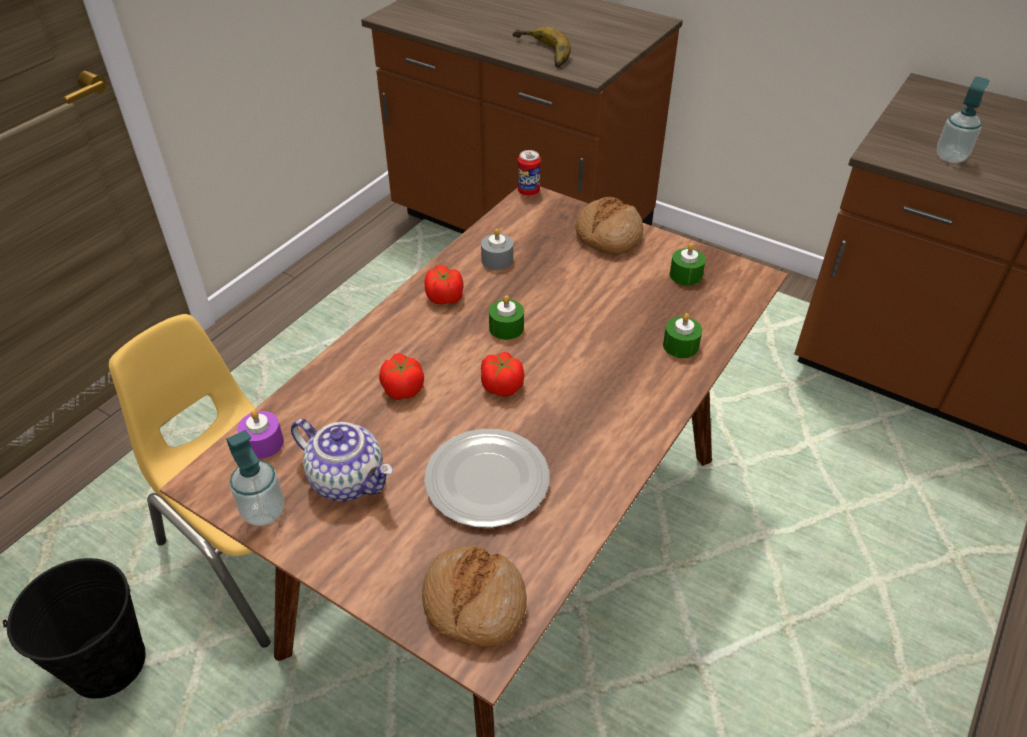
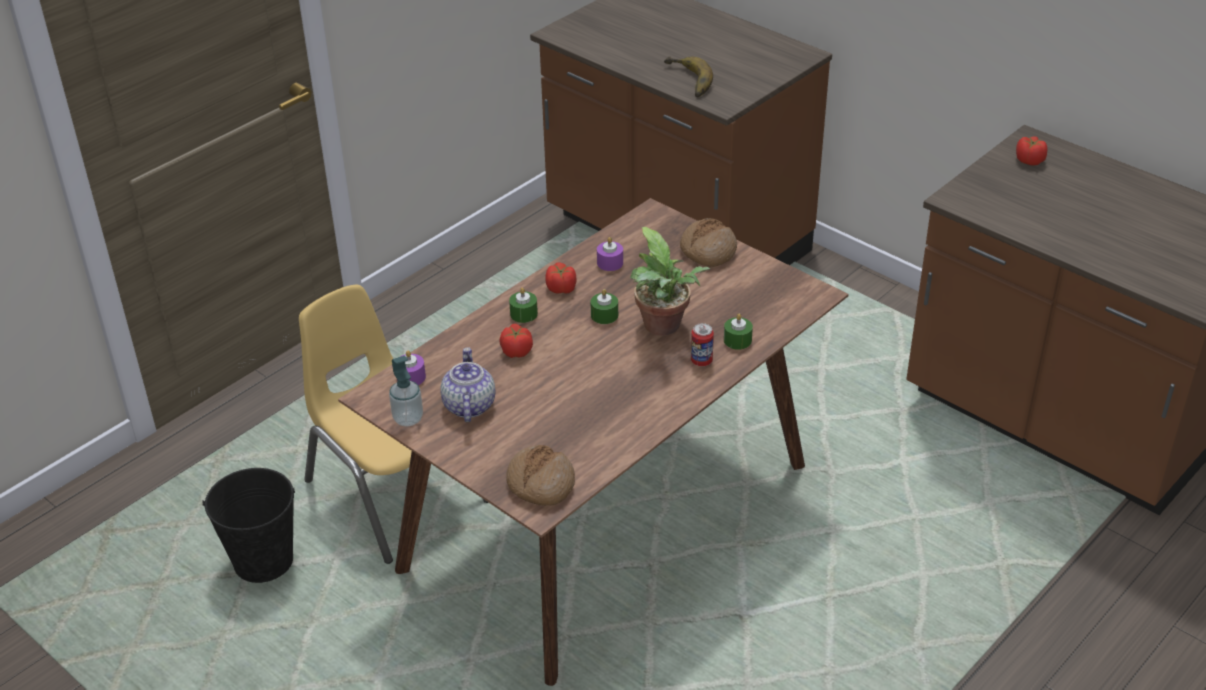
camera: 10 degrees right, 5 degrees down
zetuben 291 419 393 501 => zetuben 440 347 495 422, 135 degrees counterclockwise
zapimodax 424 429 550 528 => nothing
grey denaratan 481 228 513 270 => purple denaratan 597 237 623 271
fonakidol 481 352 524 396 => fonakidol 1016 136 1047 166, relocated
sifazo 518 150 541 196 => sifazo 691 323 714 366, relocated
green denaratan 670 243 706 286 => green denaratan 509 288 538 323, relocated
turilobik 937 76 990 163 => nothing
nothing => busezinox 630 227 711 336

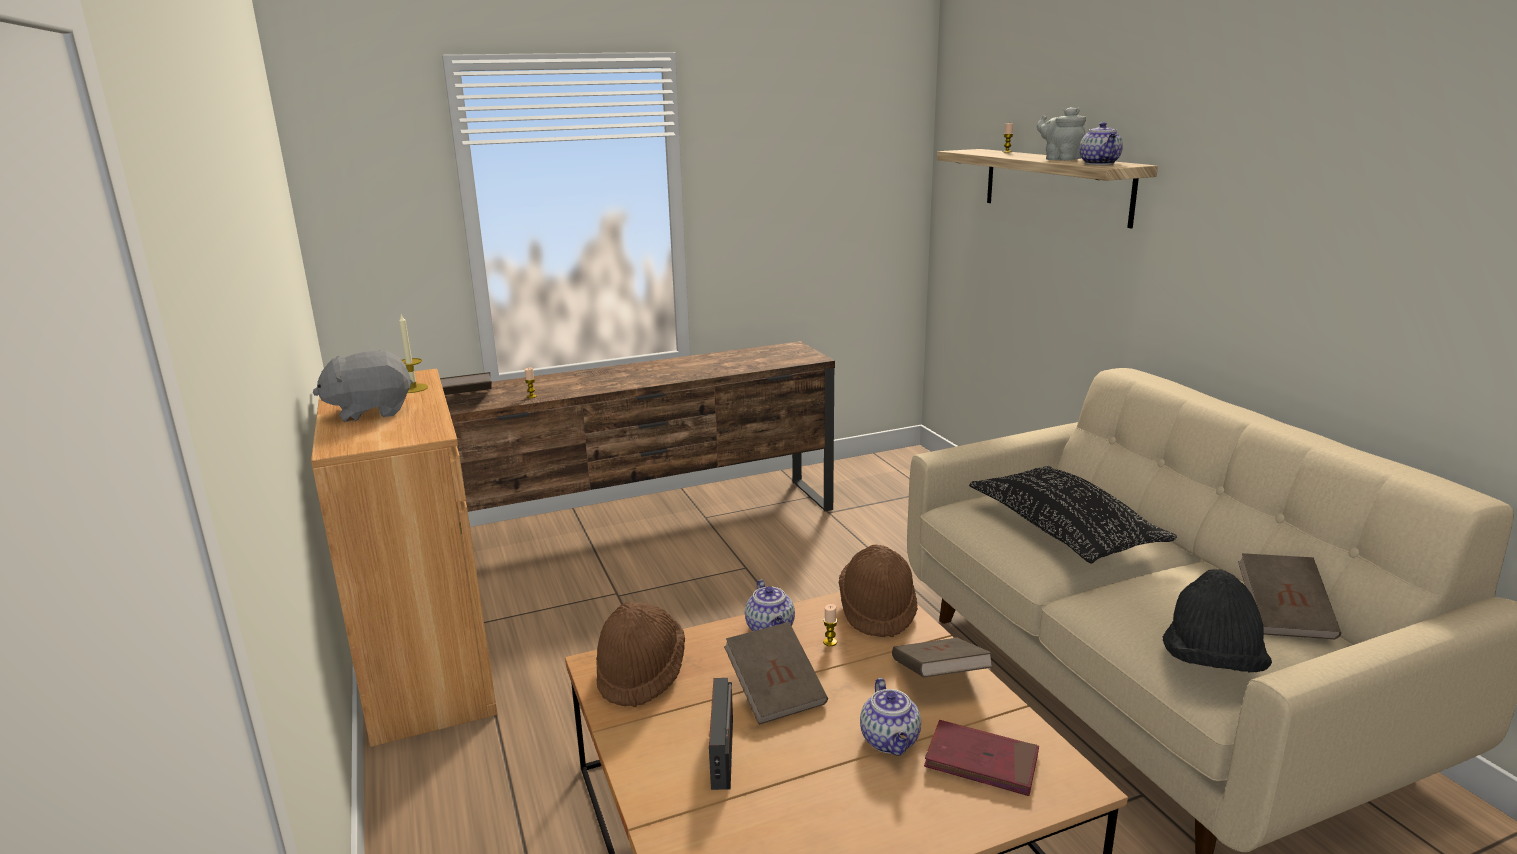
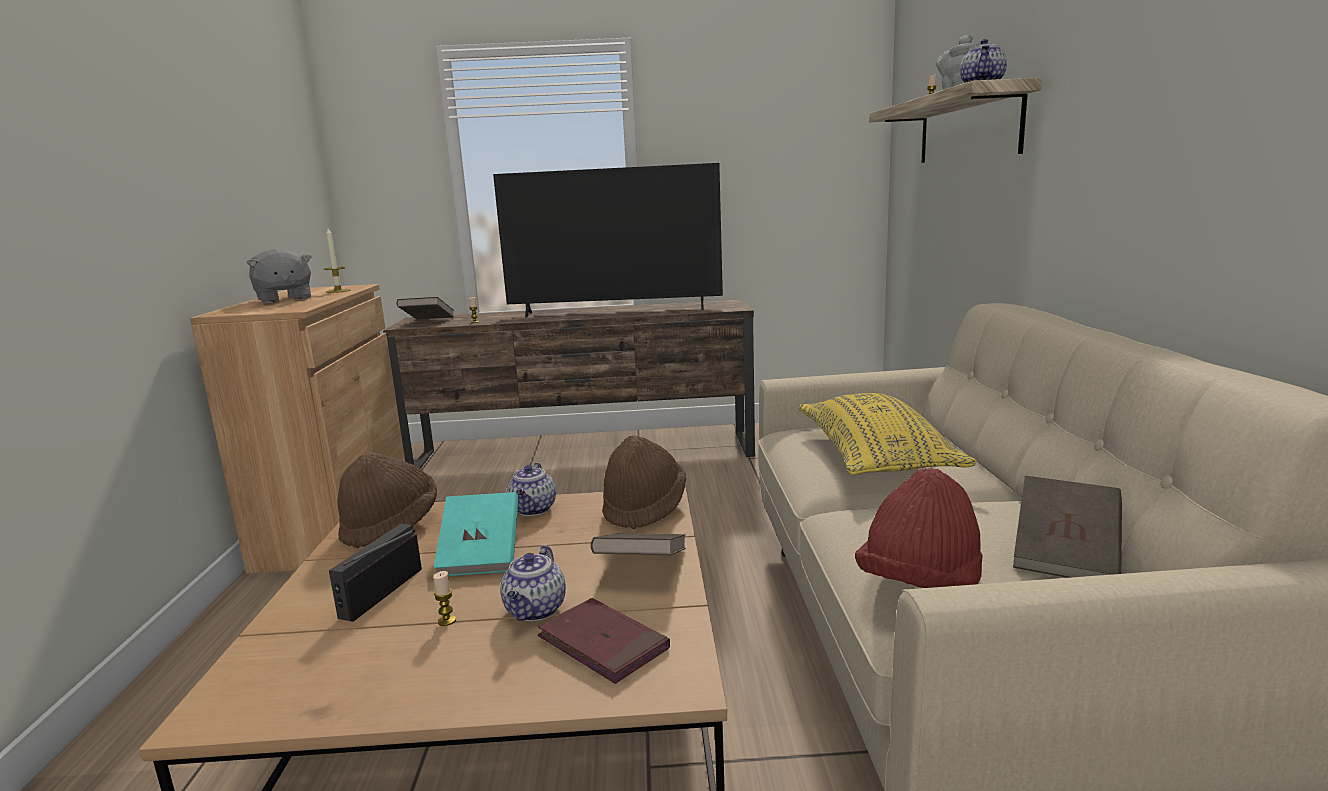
camera: 20 degrees right, 5 degrees down
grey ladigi 313 351 413 422 => grey ladigi 247 249 312 304, 120 degrees counterclockwise
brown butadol 724 622 828 725 => turquoise butadol 433 492 519 576
denaratan 823 604 838 646 => denaratan 433 571 456 626, relocated
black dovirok 969 466 1177 563 => yellow dovirok 798 393 977 476
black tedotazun 1163 569 1272 672 => red tedotazun 855 468 983 588
nothing => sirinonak 493 163 723 317

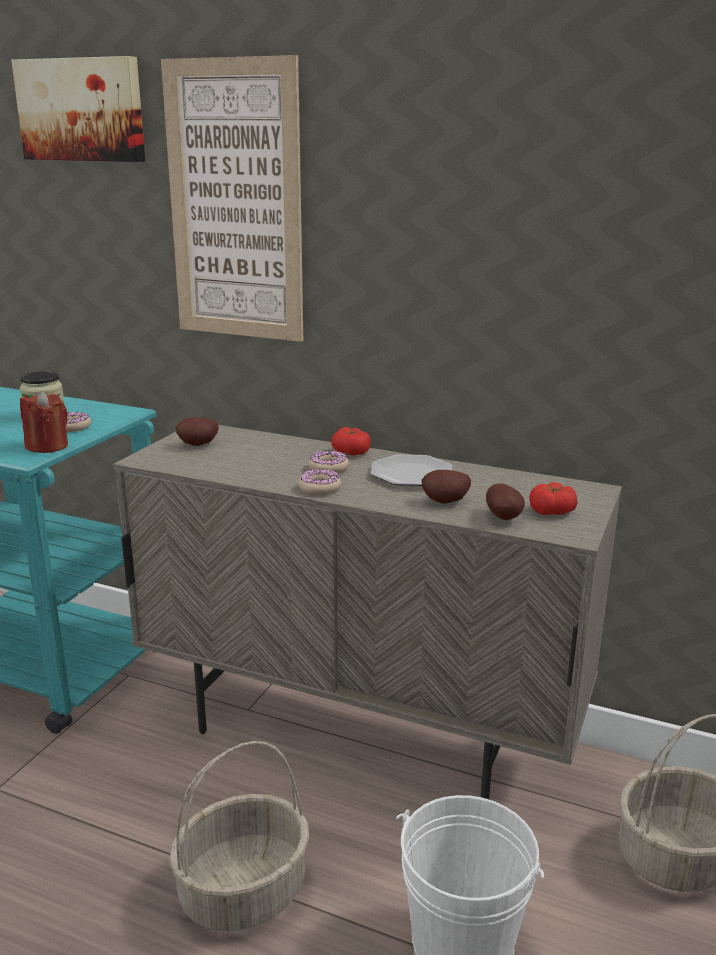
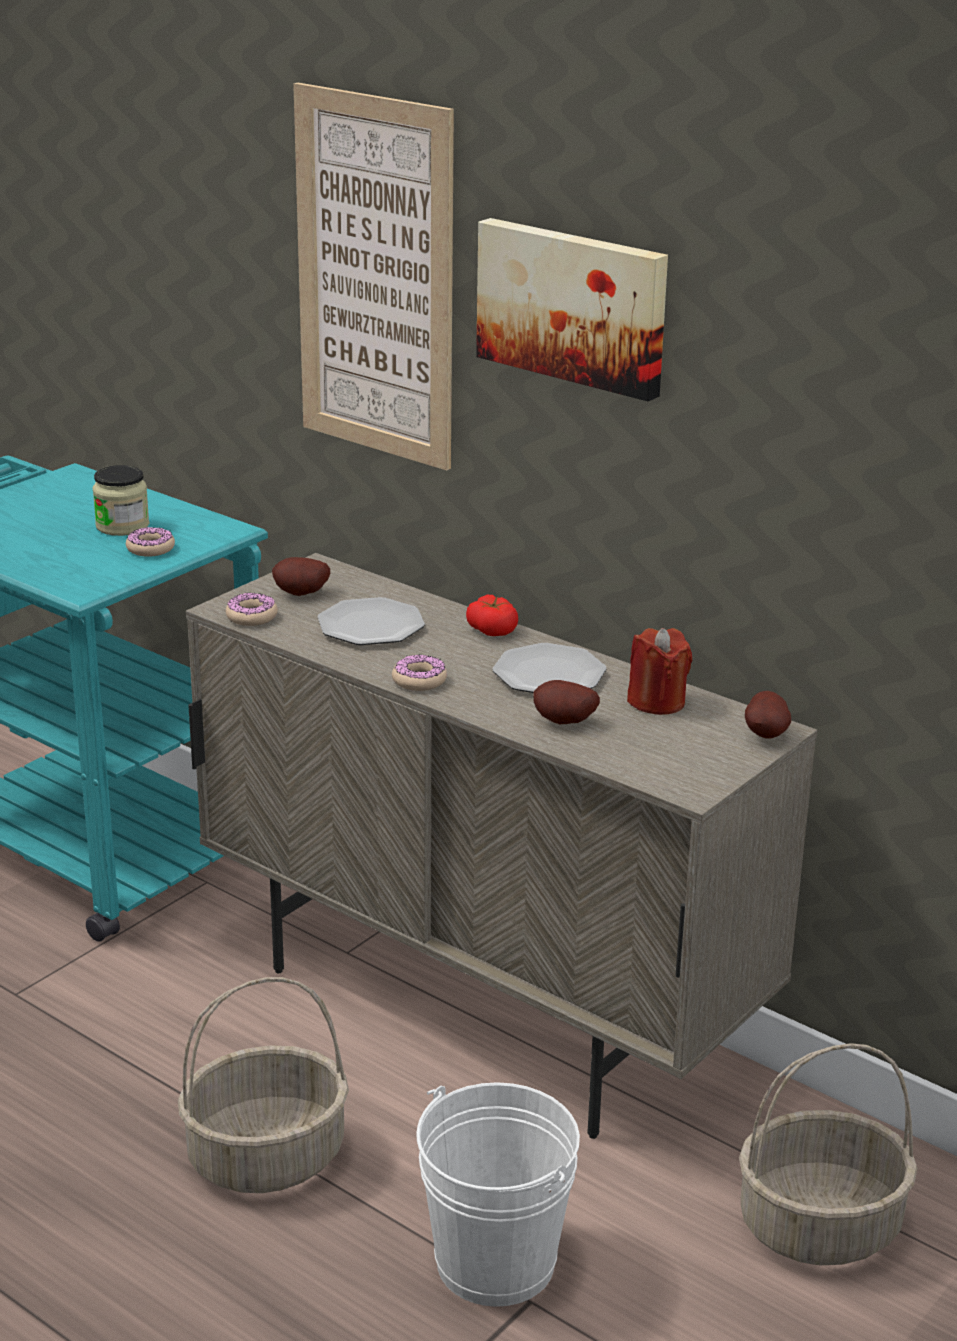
camera: 15 degrees right, 5 degrees up
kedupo 11 56 145 162 => kedupo 476 218 668 401, relocated
red denaratan 20 391 68 453 => red denaratan 627 628 692 715, relocated
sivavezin 308 450 349 473 => sivavezin 226 592 278 626, relocated
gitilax 486 483 525 520 => gitilax 745 691 791 739, relocated
fonakidol 529 482 577 515 => nothing
nothing => zapimodax 317 597 425 645

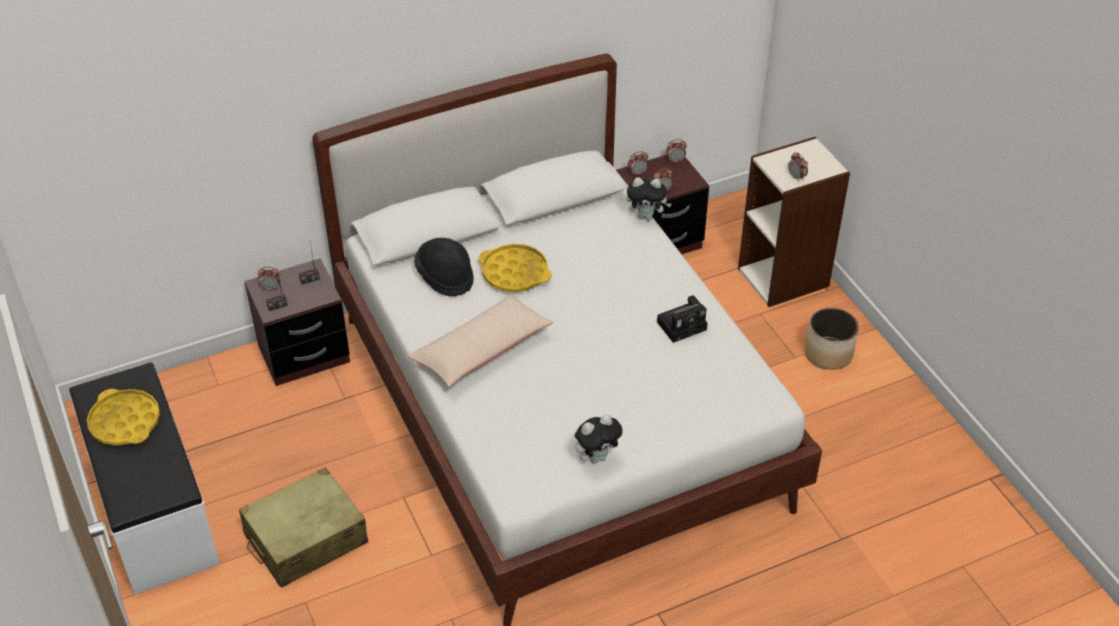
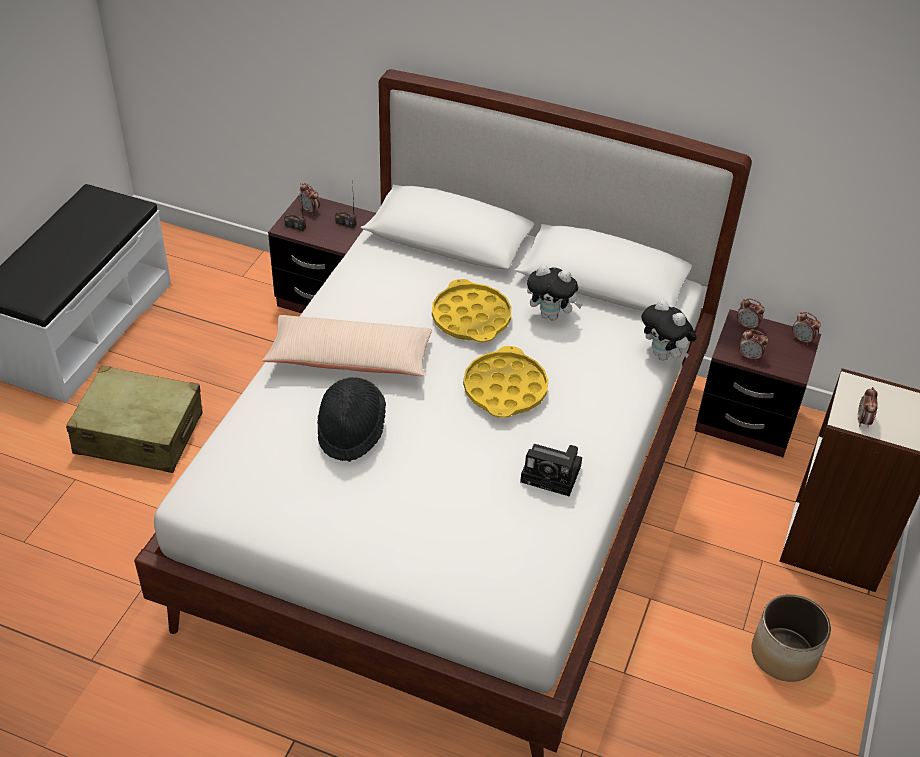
camera: 45 degrees right, 0 degrees up
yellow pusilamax 87 389 160 446 => yellow pusilamax 463 346 548 418, relocated
black tedotazun 414 238 474 296 => black tedotazun 317 377 386 462, relocated
ladigi 575 414 623 464 => ladigi 527 265 582 321, relocated

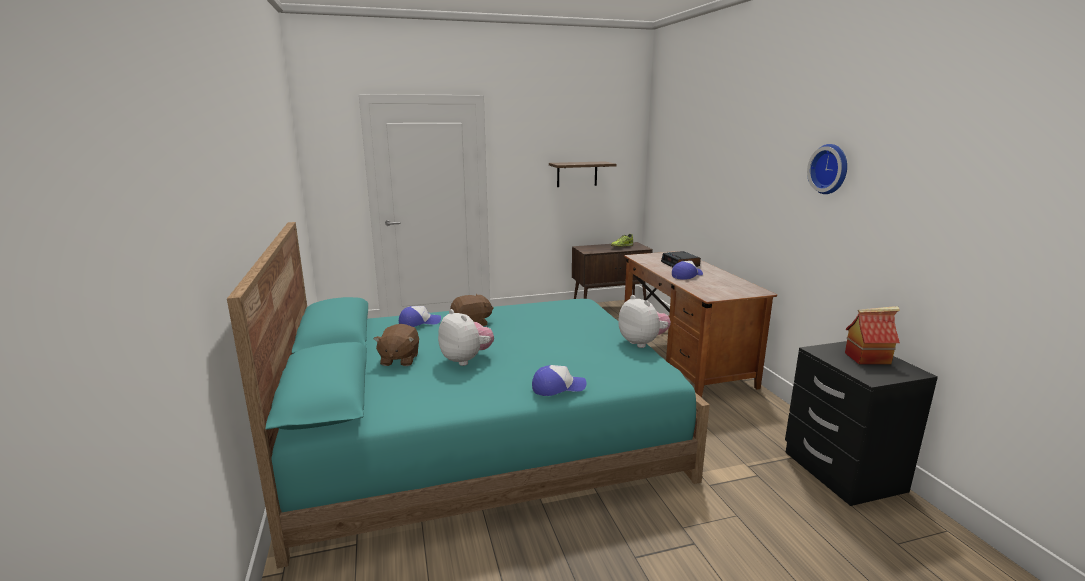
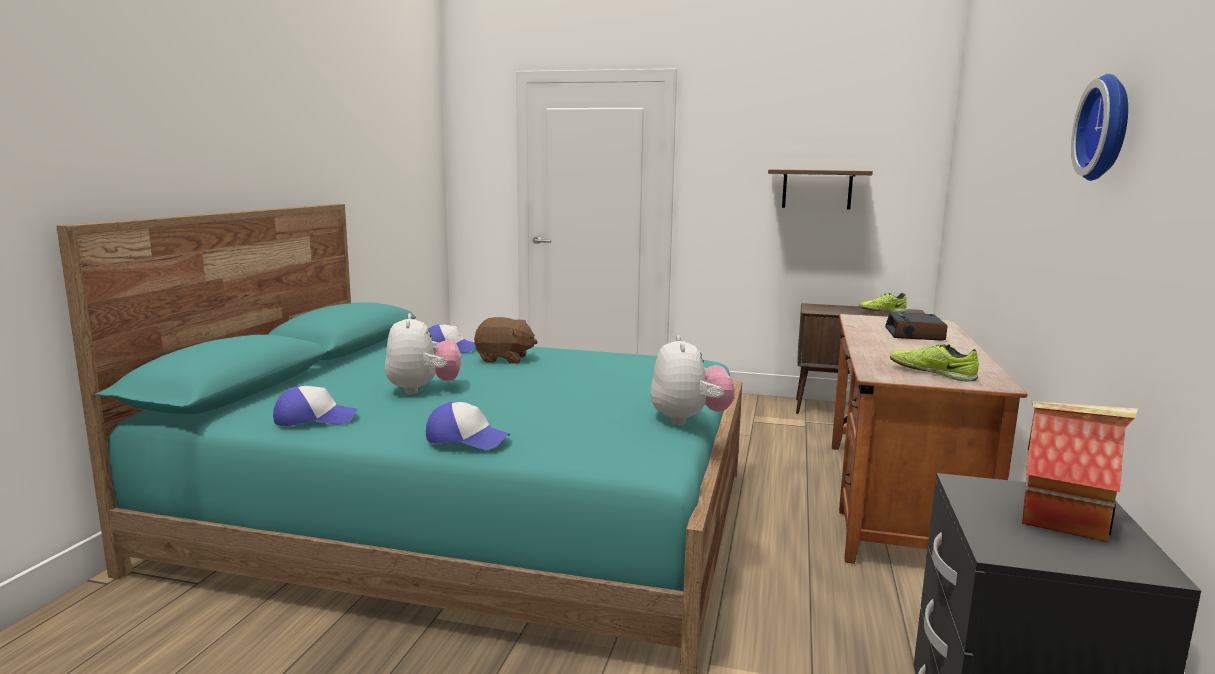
camera: 30 degrees right, 5 degrees down
brown ladigi 374 324 419 366 => nothing
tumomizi 672 261 703 279 => tumomizi 273 386 357 426, relocated
nothing => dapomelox 890 344 979 382

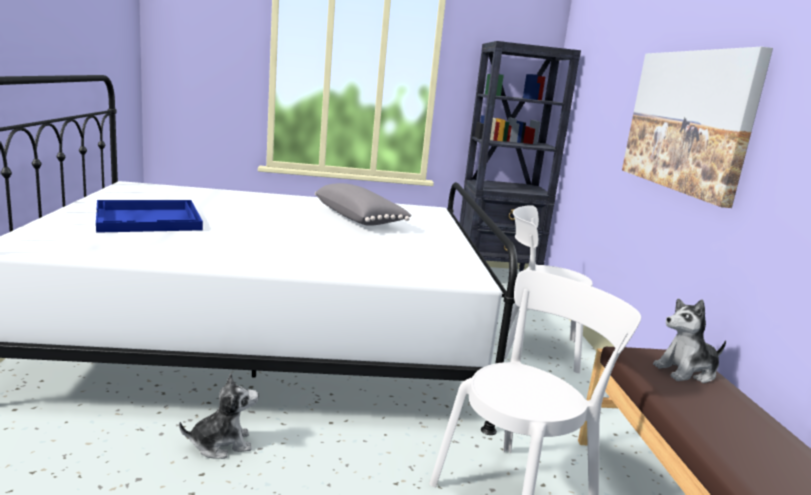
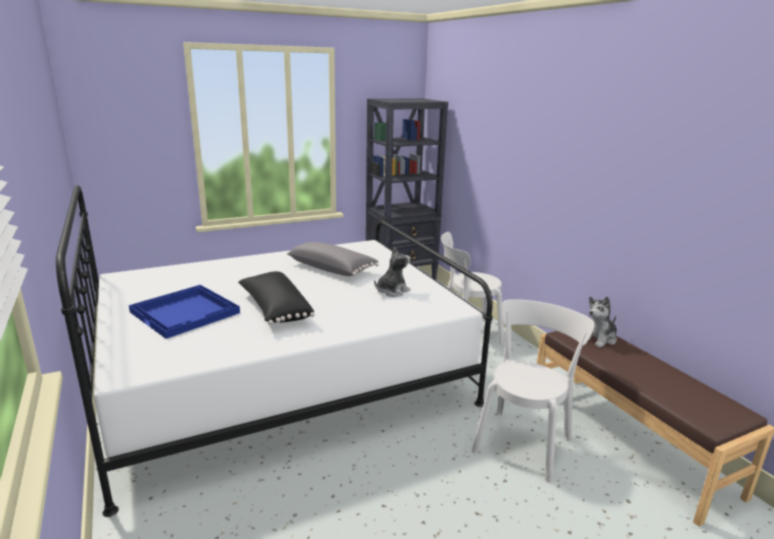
camera: 20 degrees left, 5 degrees up
ladigi 179 373 259 459 => ladigi 374 247 411 297, relocated
kedupo 622 47 773 208 => nothing
nothing => black dovirok 238 271 315 325

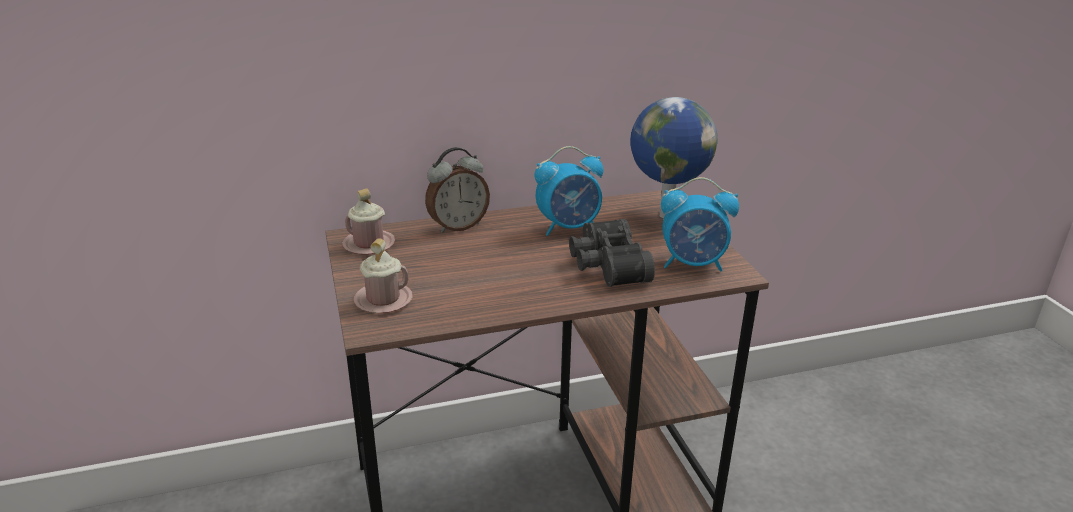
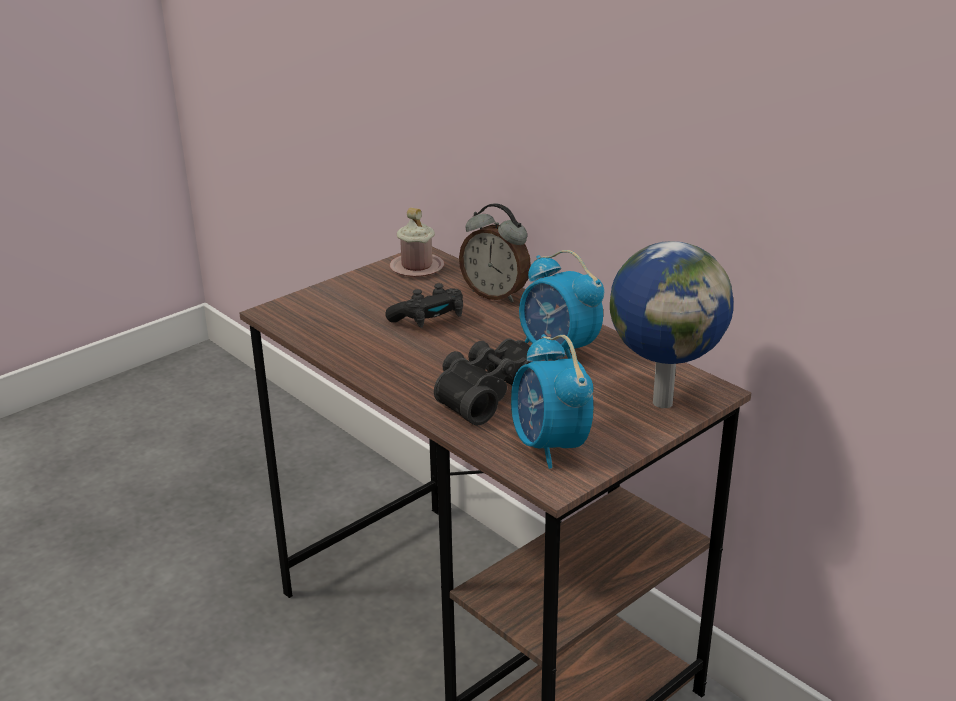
camera: 65 degrees right, 0 degrees up
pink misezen 354 238 413 313 => nothing
nothing => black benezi 385 283 463 328

